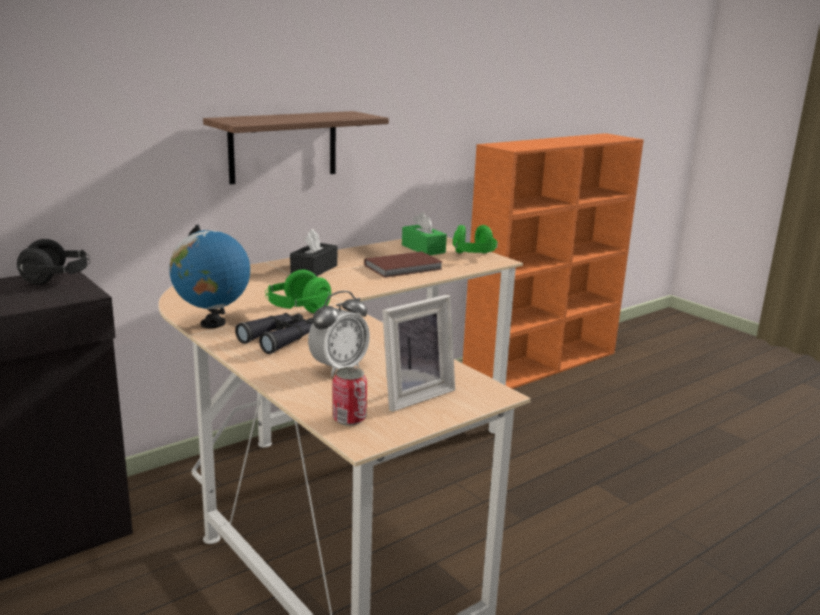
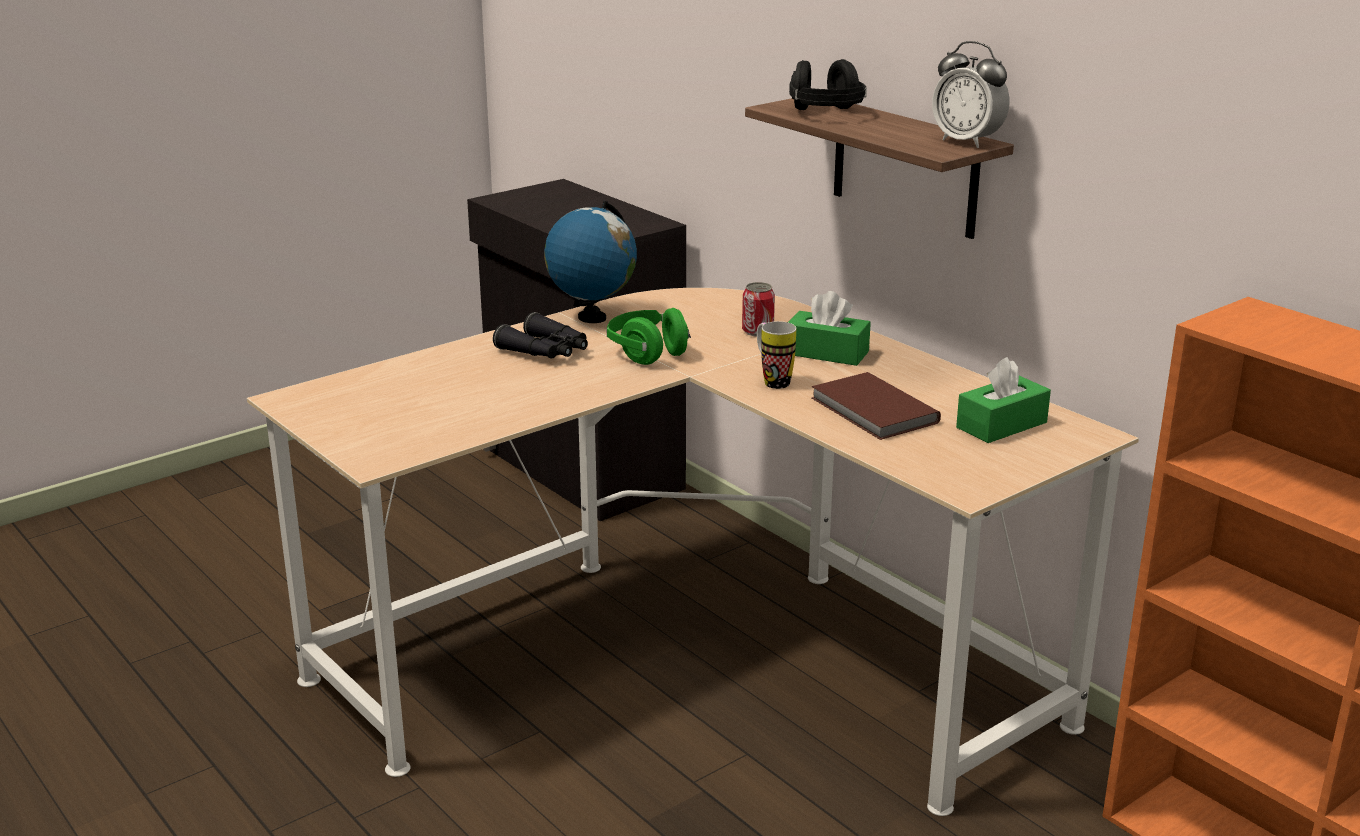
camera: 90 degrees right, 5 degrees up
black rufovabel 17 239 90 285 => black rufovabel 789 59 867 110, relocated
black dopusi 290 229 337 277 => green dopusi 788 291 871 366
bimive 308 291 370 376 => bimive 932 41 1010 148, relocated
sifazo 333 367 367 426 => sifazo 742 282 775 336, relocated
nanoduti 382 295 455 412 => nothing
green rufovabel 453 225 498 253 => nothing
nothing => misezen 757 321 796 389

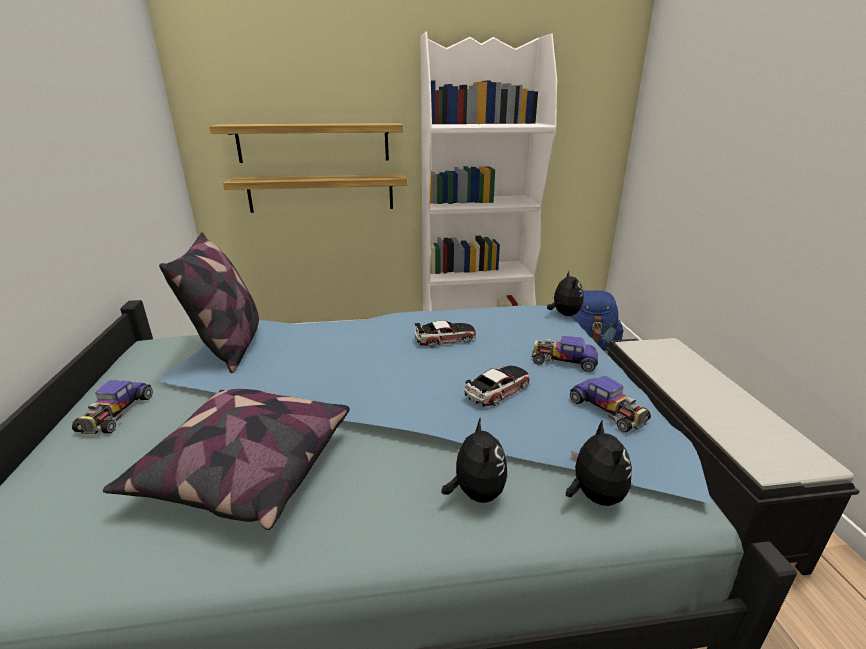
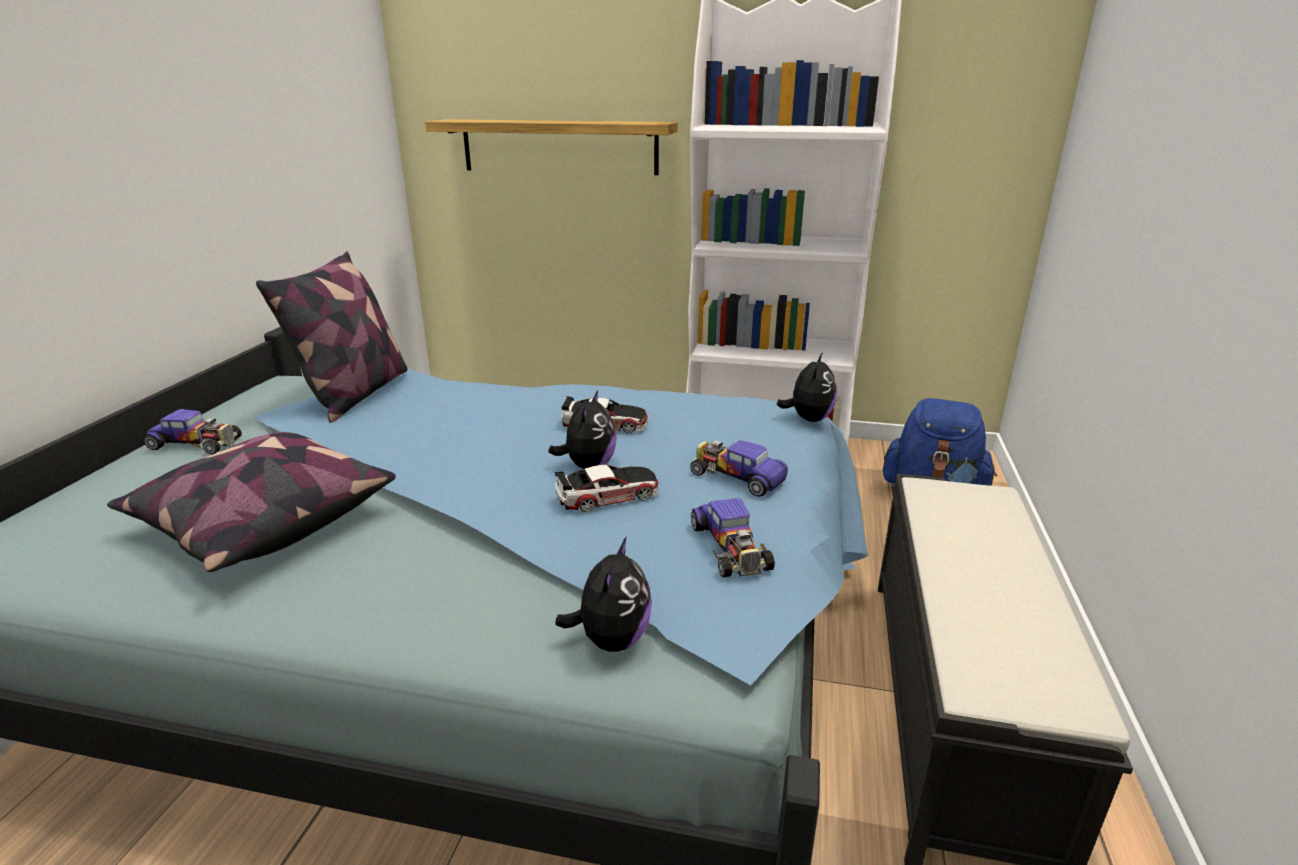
camera: 20 degrees right, 0 degrees up
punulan 72 380 153 434 => punulan 143 409 242 454, 105 degrees counterclockwise
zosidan 223 174 407 213 => nothing
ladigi 442 417 508 503 => ladigi 548 391 617 469, relocated

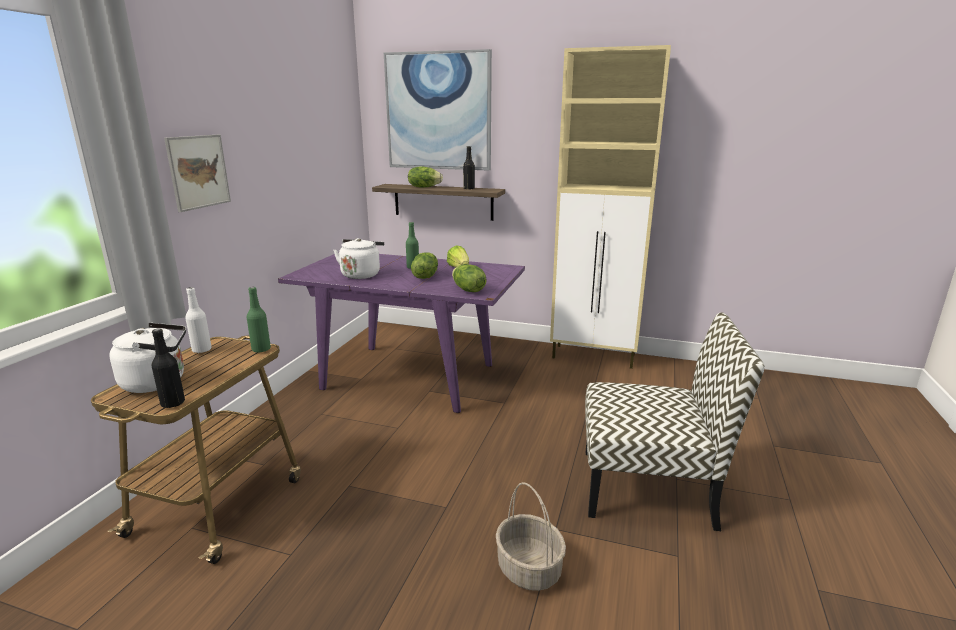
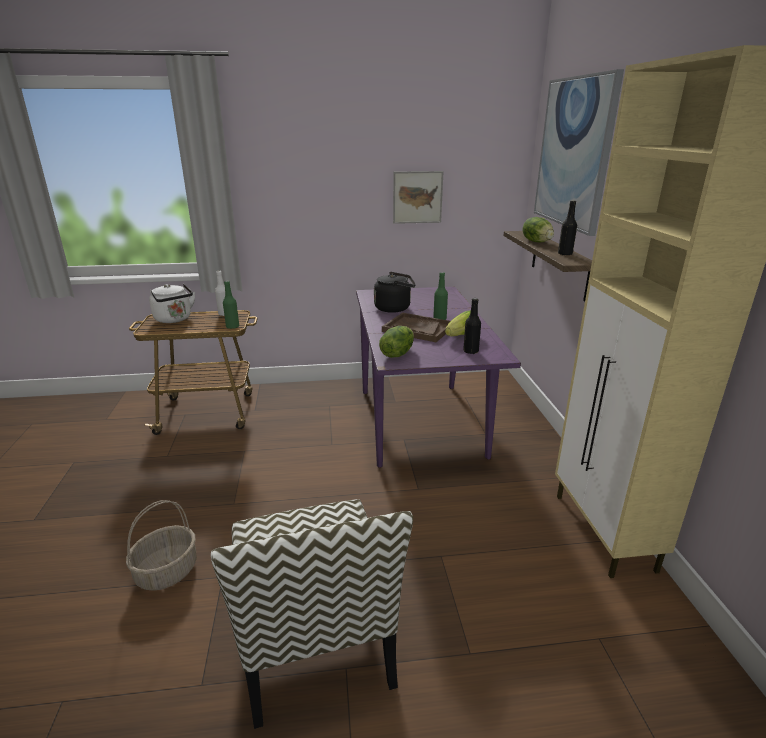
camera: 65 degrees right, 5 degrees up
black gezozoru 152 328 185 408 => black gezozoru 463 298 481 354, relocated
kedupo 164 135 231 212 => kedupo 393 171 444 224, relocated
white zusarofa 333 238 384 279 => black zusarofa 374 272 416 313
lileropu 411 252 438 279 => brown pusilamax 382 313 450 342

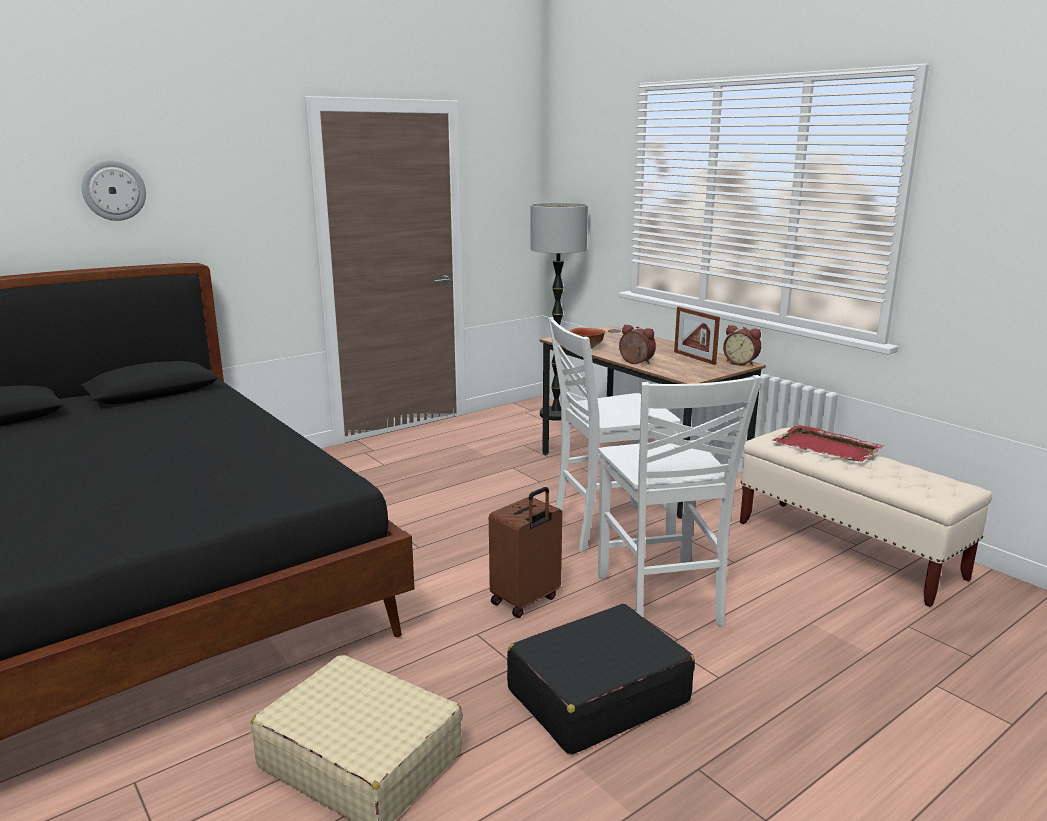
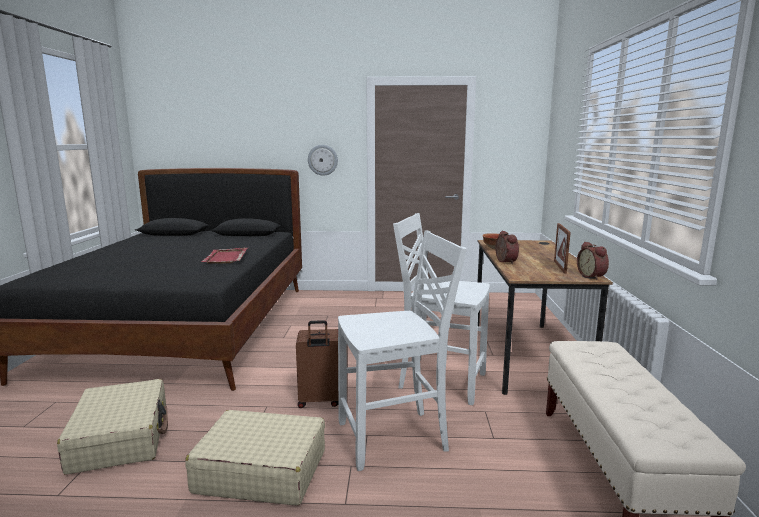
camera: 40 degrees right, 5 degrees down
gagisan 82 160 146 221 => gagisan 308 145 338 176, relocated
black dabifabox 507 604 695 755 => beige dabifabox 185 410 325 506
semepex 530 203 588 421 => nothing
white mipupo 598 375 762 627 => white mipupo 338 230 467 471, 135 degrees counterclockwise
red pusilamax 772 425 884 462 => red pusilamax 201 248 248 264, relocated

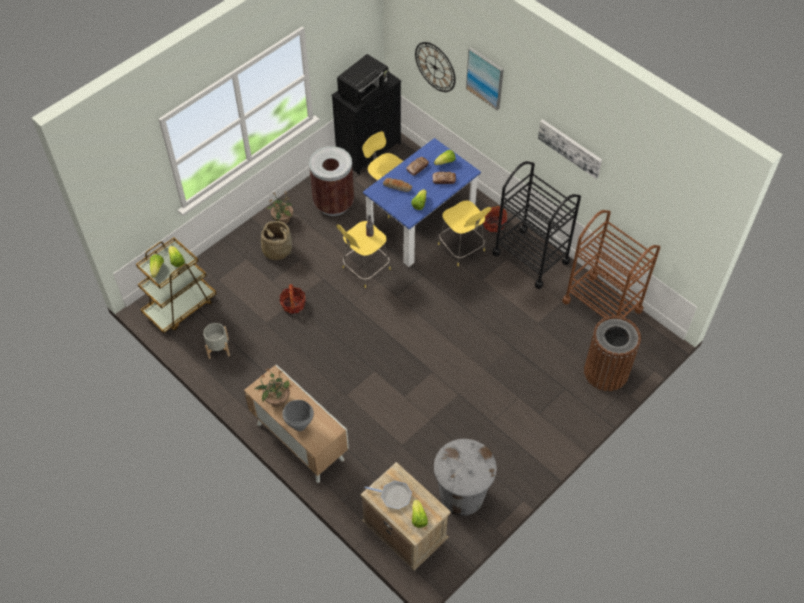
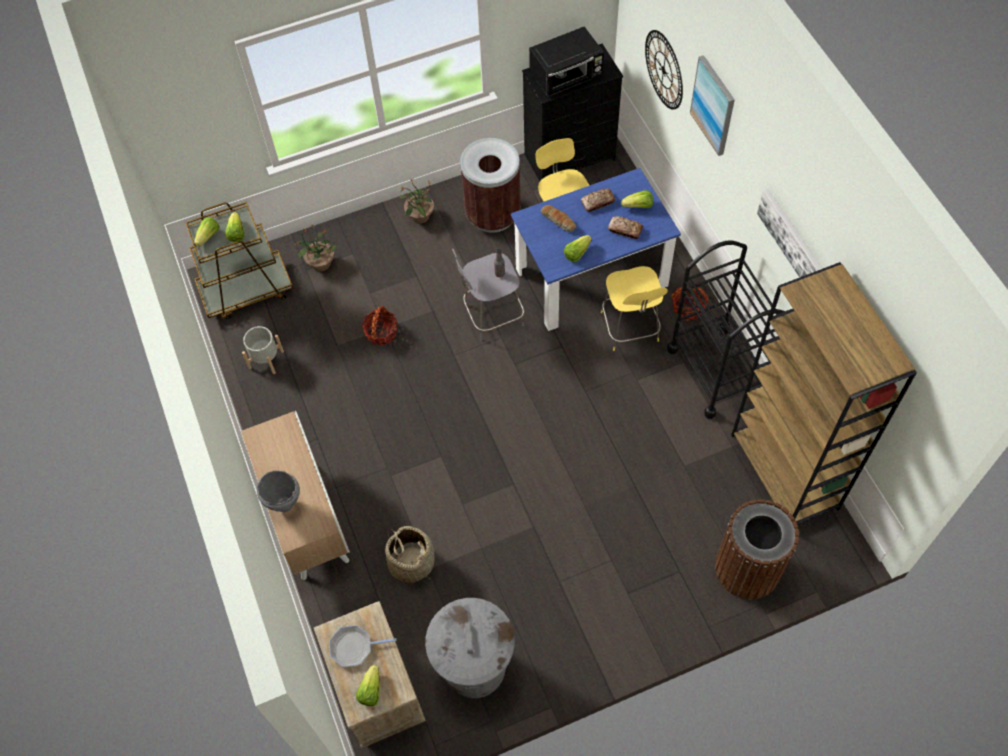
camera: 25 degrees right, 5 degrees up
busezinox 254 370 292 407 => busezinox 294 224 336 272, relocated
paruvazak 257 221 294 260 => paruvazak 385 526 434 583, relocated
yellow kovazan 337 221 391 288 => grey kovazan 452 249 524 341
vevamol 365 481 412 509 => vevamol 329 625 396 667, 135 degrees clockwise
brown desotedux 562 210 660 319 => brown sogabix 731 262 917 525

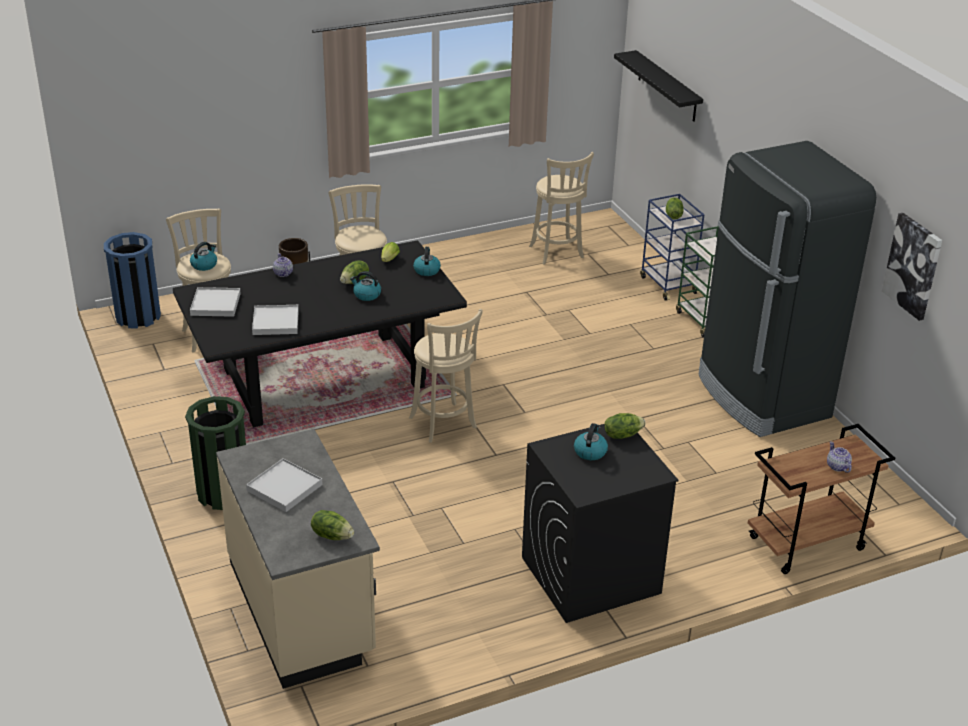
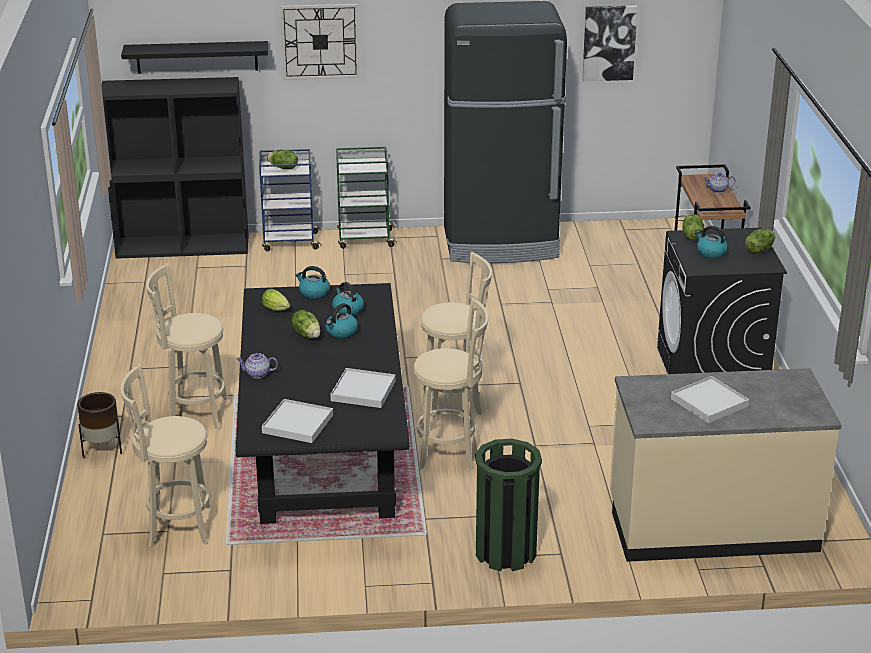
camera: 70 degrees left, 5 degrees down
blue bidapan 104 232 161 329 => nothing
zusarofa 190 242 217 271 => zusarofa 332 282 364 315, relocated
lileropu 311 510 354 540 => lileropu 745 229 775 254, relocated
beige kovazan 529 152 594 265 => beige kovazan 413 297 489 469, relocated
nothing => black sogabix 101 77 249 259
nothing => gagisan 280 4 359 80

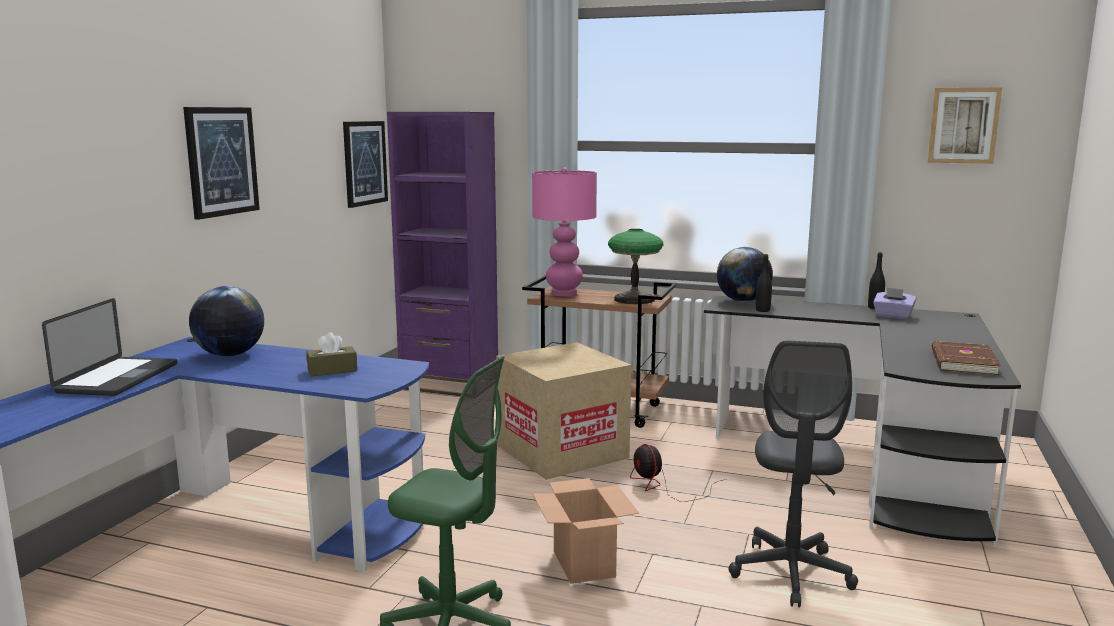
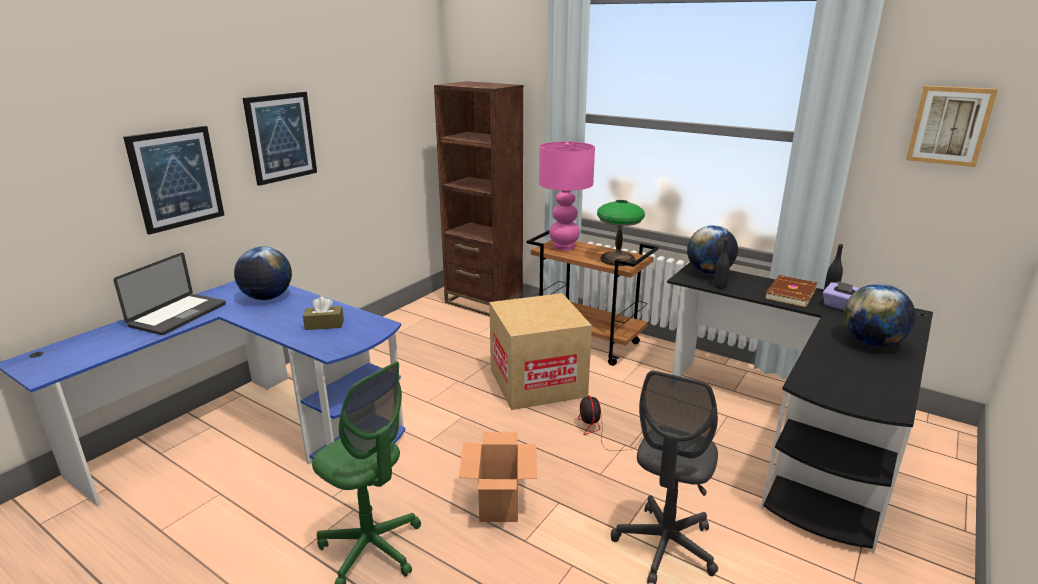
camera: 15 degrees right, 10 degrees up
kedupo 343 121 388 208 => kedupo 123 126 224 235, relocated
purple sogabix 387 112 498 396 => brown sogabix 434 81 524 316
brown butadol 932 341 1001 375 => brown butadol 765 275 818 308, relocated
nothing => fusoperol 844 284 916 346

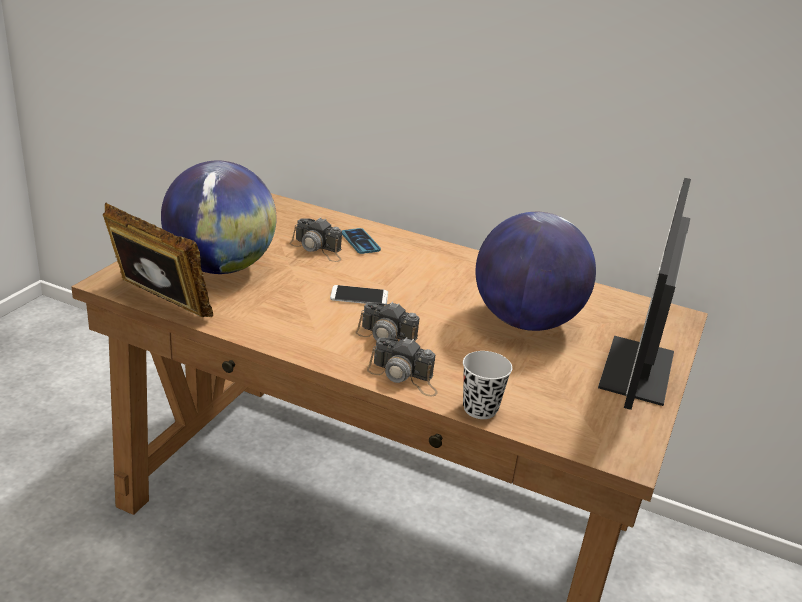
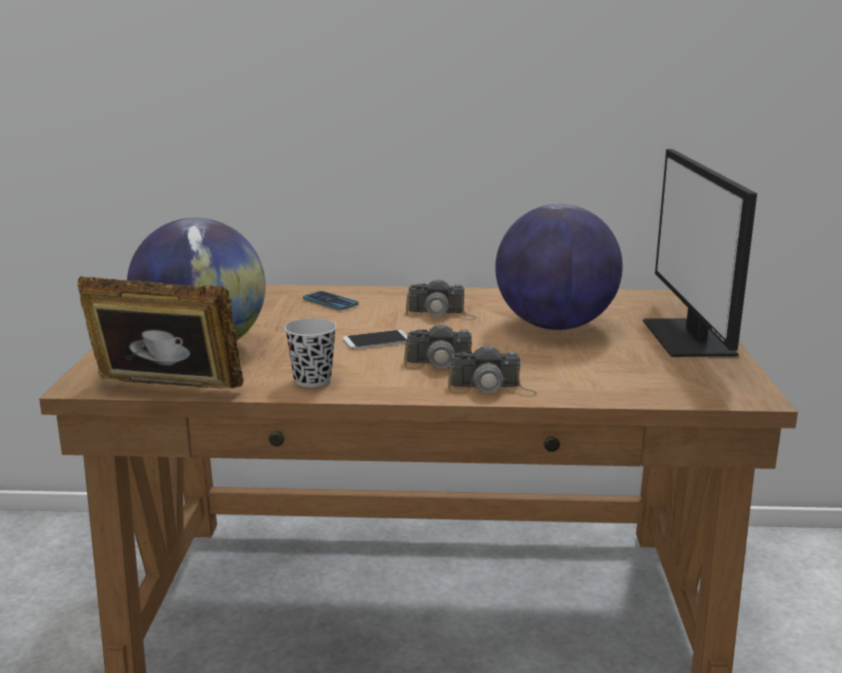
camera: 20 degrees left, 10 degrees down
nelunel 289 217 342 262 => nelunel 406 278 477 320, relocated
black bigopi 463 351 512 419 => black bigopi 284 318 337 387, relocated

